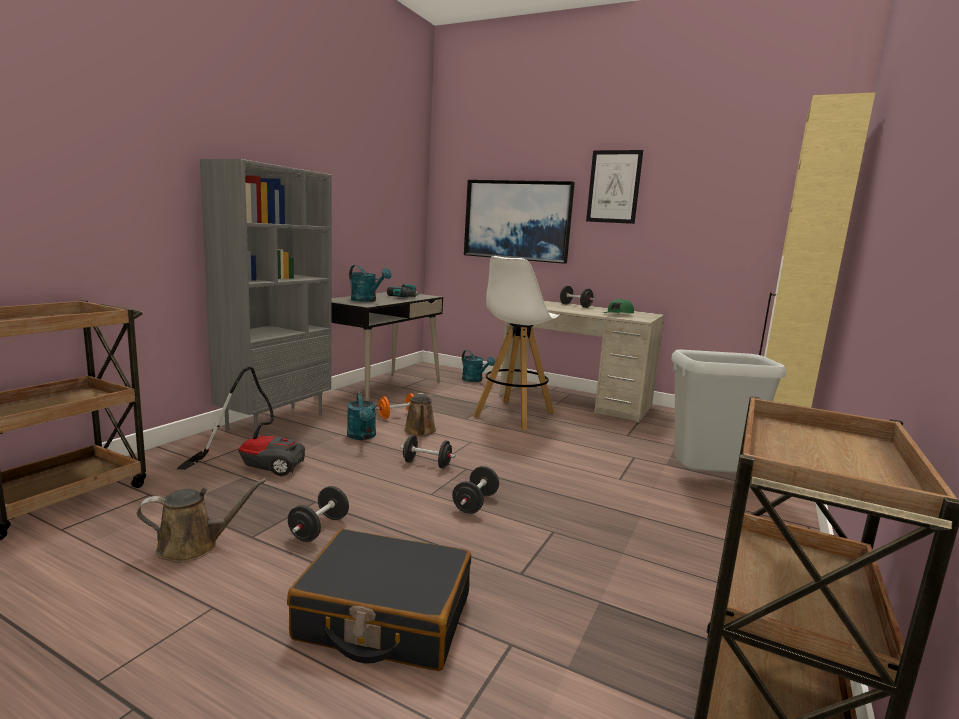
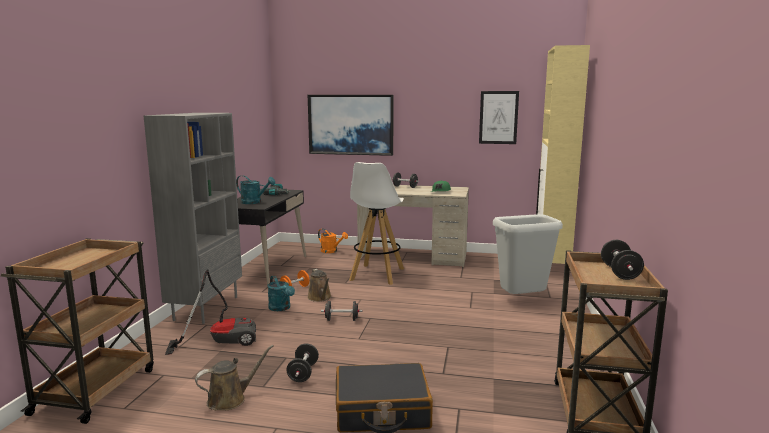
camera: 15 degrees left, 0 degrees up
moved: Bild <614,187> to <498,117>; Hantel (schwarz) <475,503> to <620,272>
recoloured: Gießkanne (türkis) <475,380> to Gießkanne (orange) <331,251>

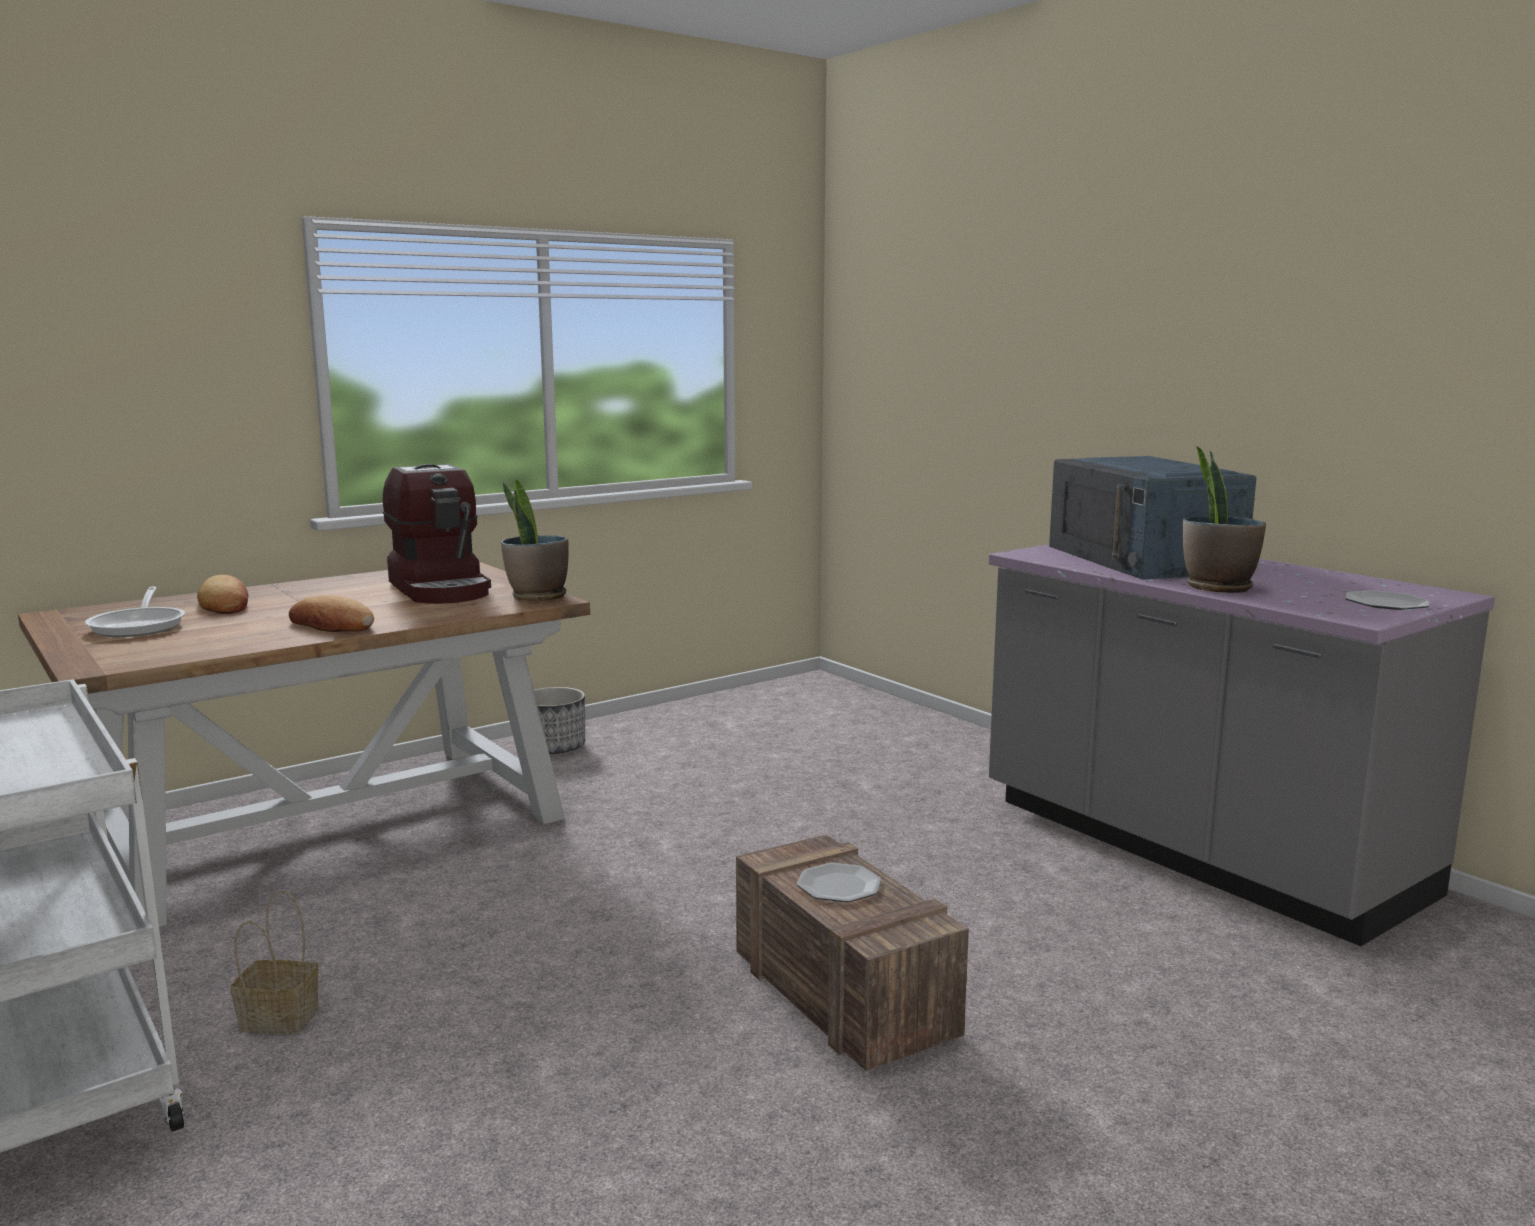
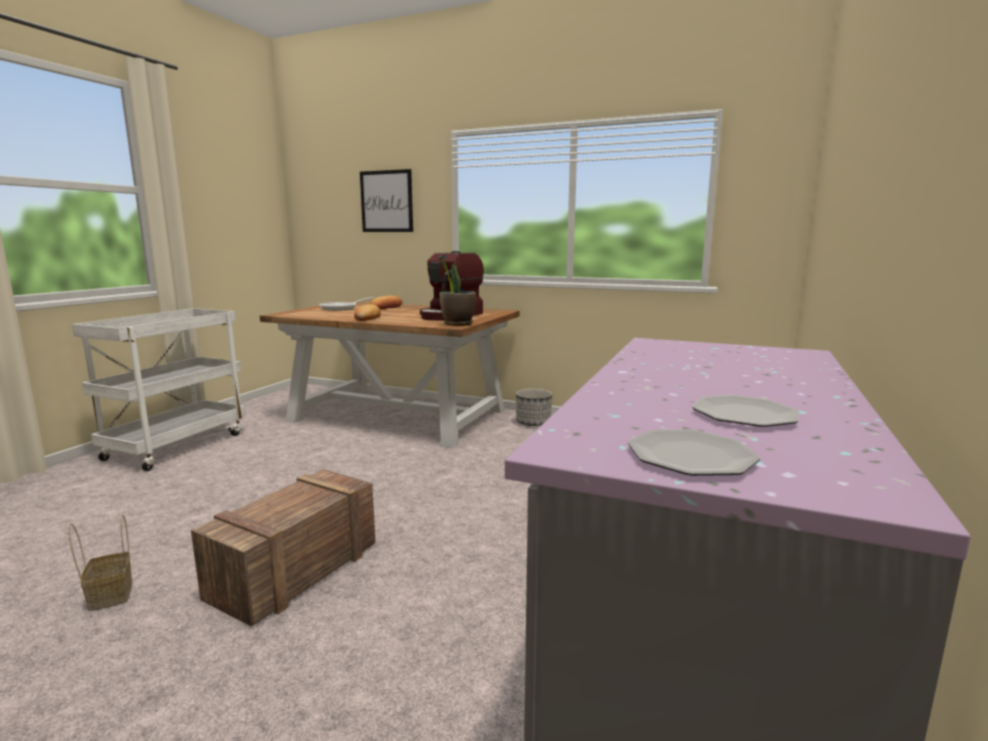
camera: 60 degrees right, 0 degrees up
removed: Mikrowelle (blau) <1144,559>; Topfpflanze <1217,587>
added: Bild <386,201>
moved: Korb <276,1020> to <110,594>; Teller <839,886> to <745,415>

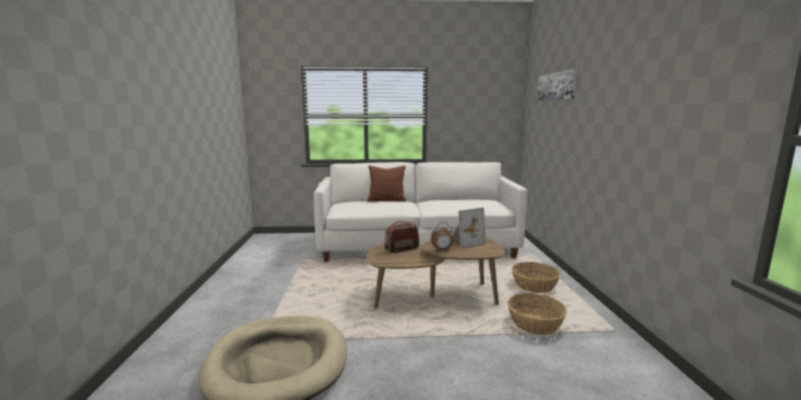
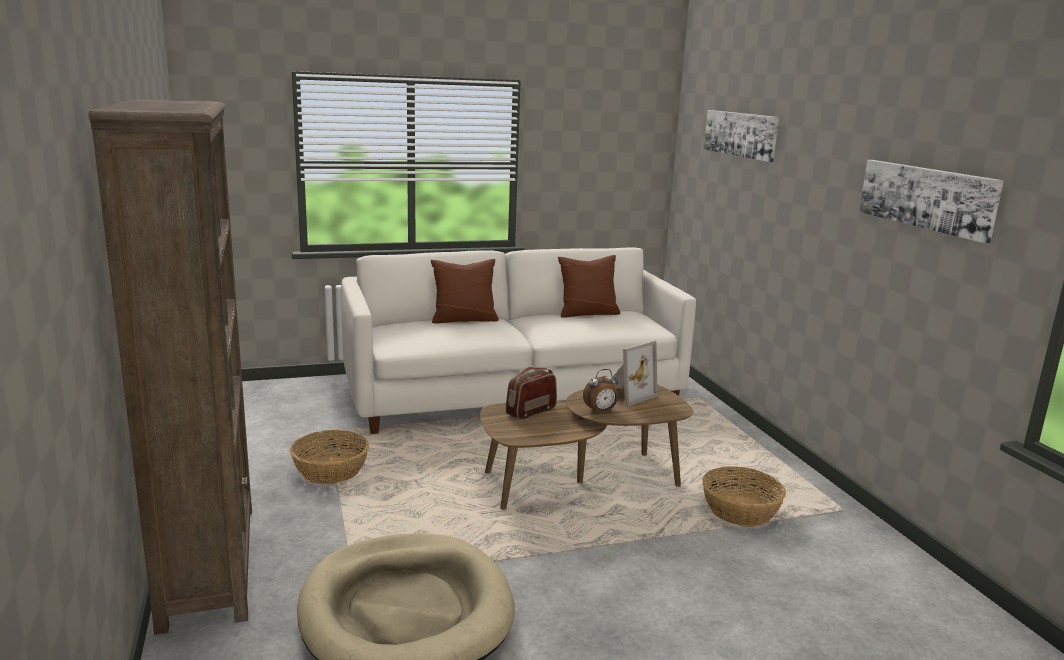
camera: 15 degrees left, 5 degrees up
added: Bücherregal (braun) <209,563>; Kissen (braun) <587,313>; Bild <927,197>
moved: Korb <534,286> to <330,471>

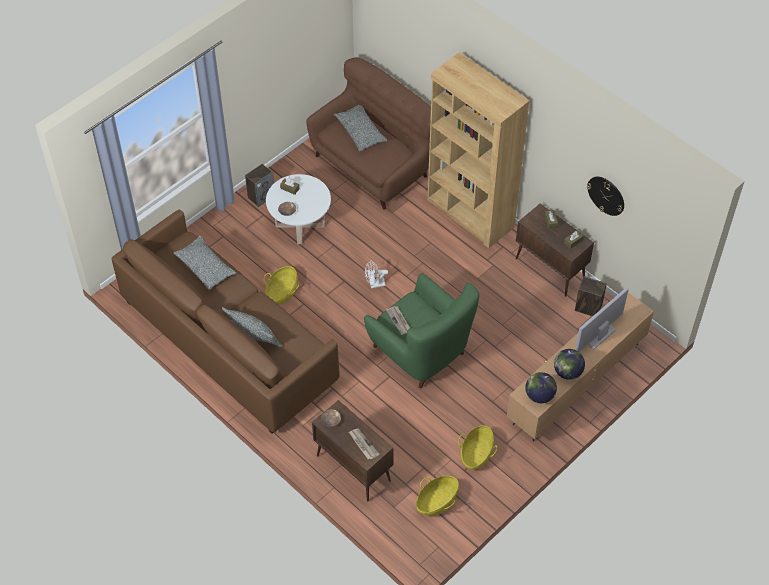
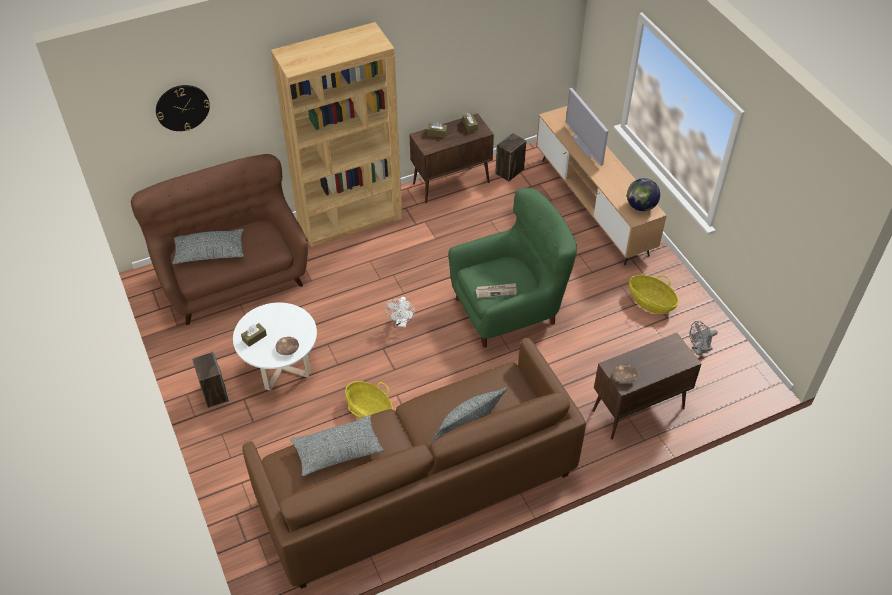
camera: 70 degrees left, 5 degrees down
removed: Zeitung <363,444>; Globus <567,372>
moved: Wanduhr <606,195> to <182,107>
replaced: Korb <437,501> to Ventilator (grau) <699,350>

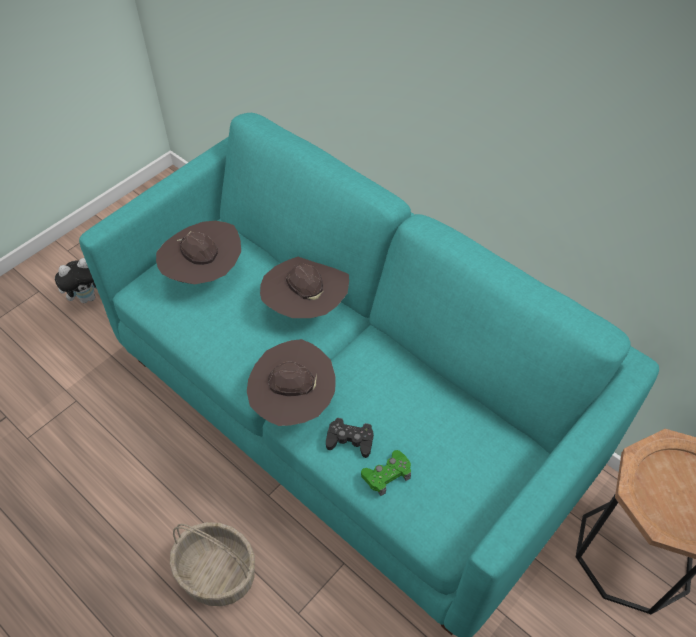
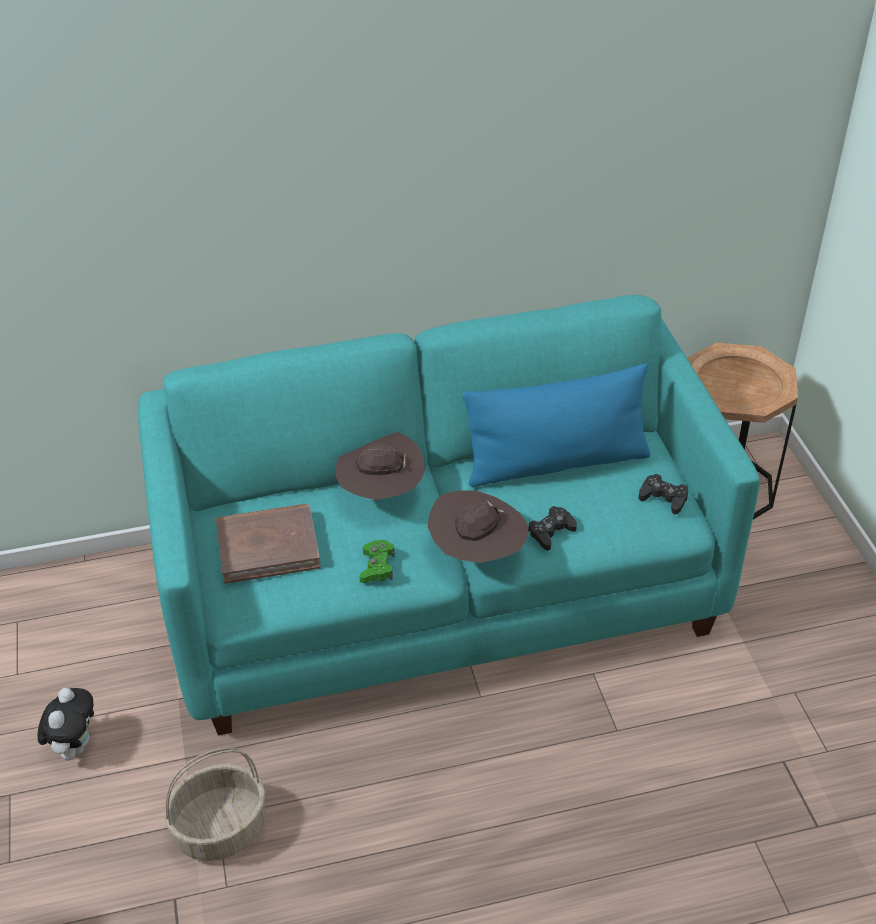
camera: 55 degrees left, 10 degrees down
added: Kissen (blau) <556,463>; Gamepad (schwarz) <663,498>
moved: Korb <218,573> to <221,828>; Gamepad (grün) <387,475> to <377,566>
replaced: Hut (braun) <204,274> to Buch (braun) <268,546>

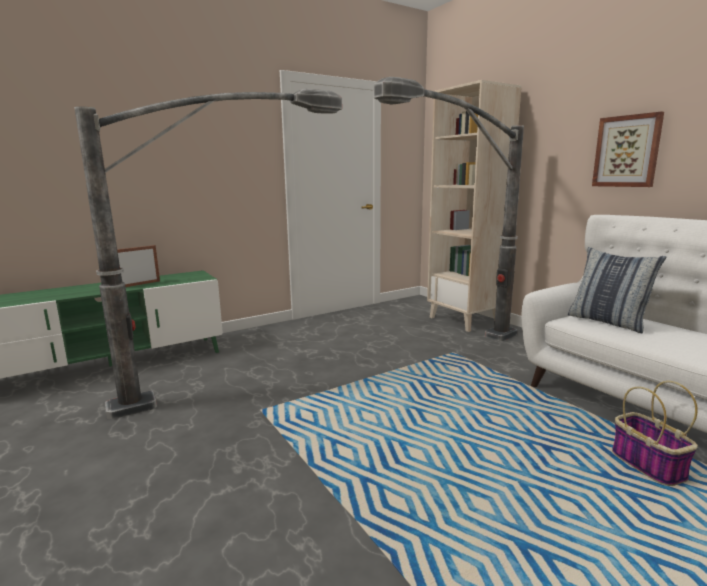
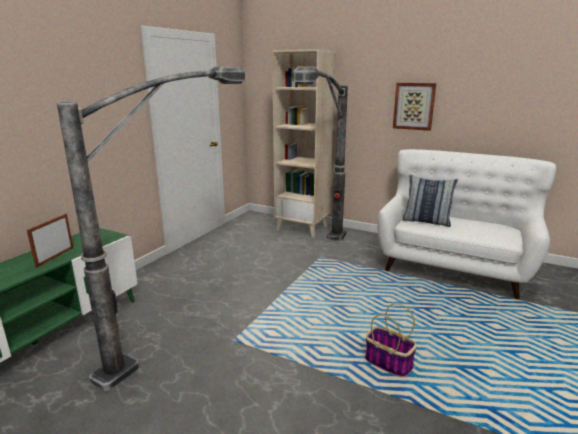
camera: 30 degrees left, 5 degrees up
moved: Korb <646,464> to <387,362>

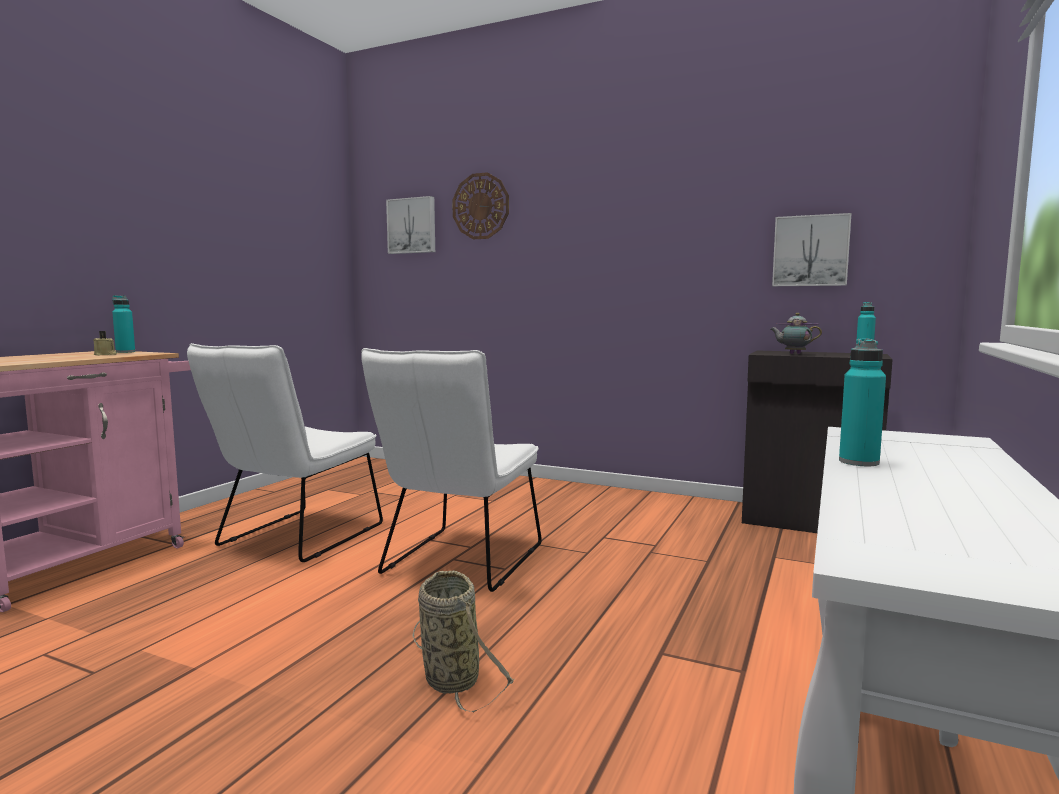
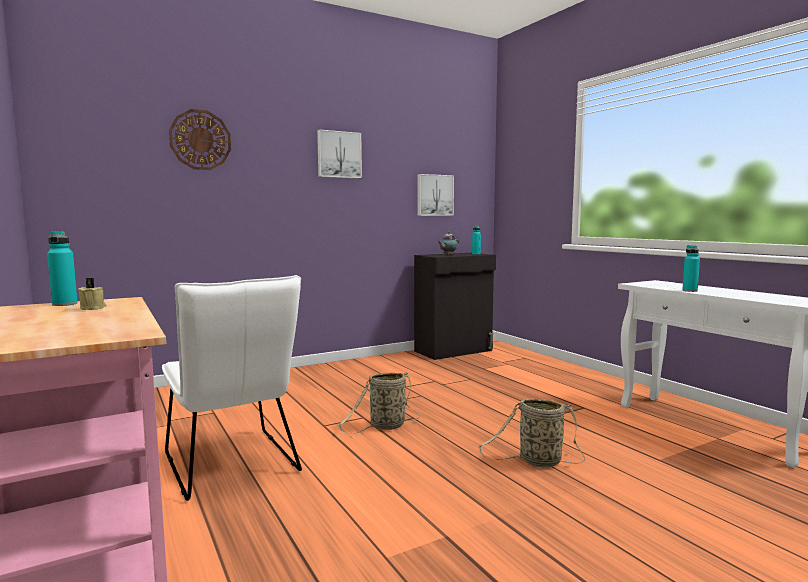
camera: 55 degrees left, 0 degrees up
moved: Bild <412,226> to <338,155>
replaced: Stuhl (weiß) <458,563> to Korb <385,426>

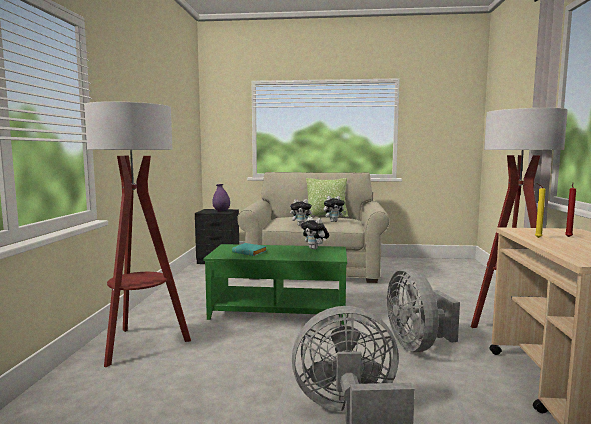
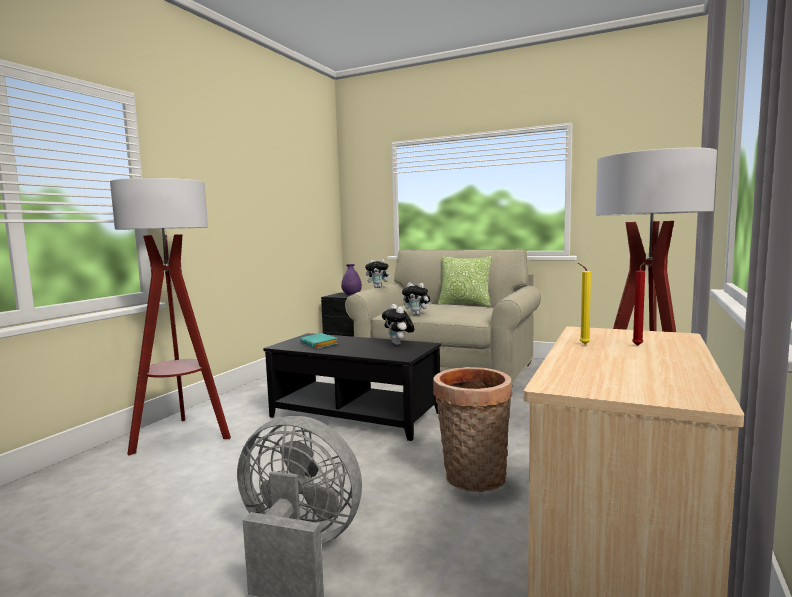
camera: 20 degrees right, 0 degrees up
moved: Plüschtier <333,221> to <378,287>
replaced: Ventilator (grau) <417,346> to Korb <473,480>
recoloured: Couchtisch (grün) <279,309> to Couchtisch (schwarz) <355,414>

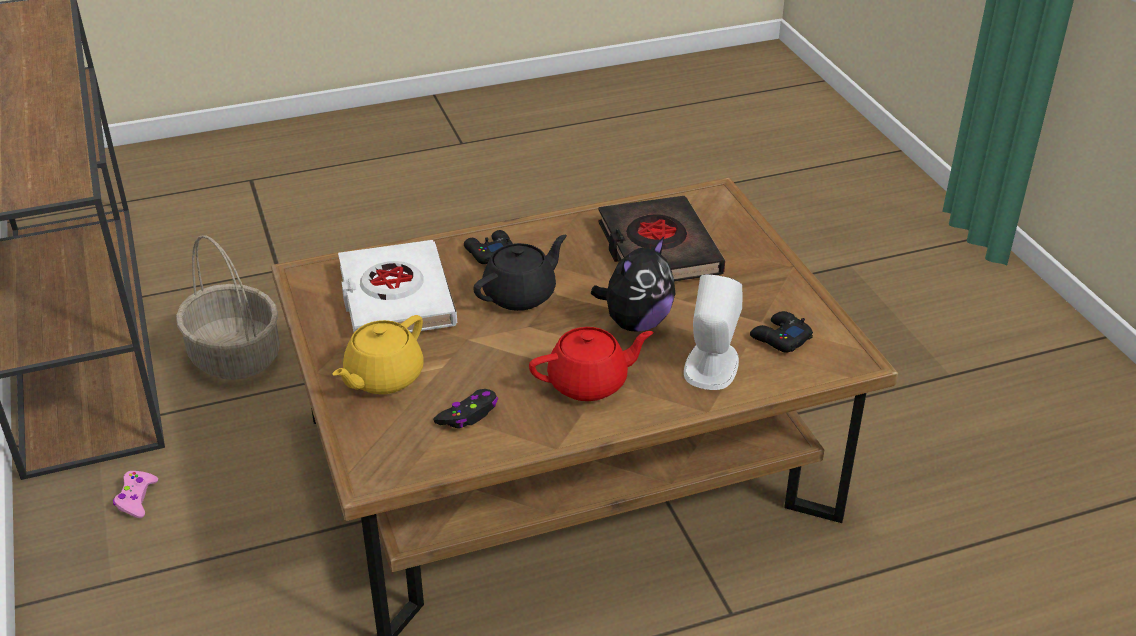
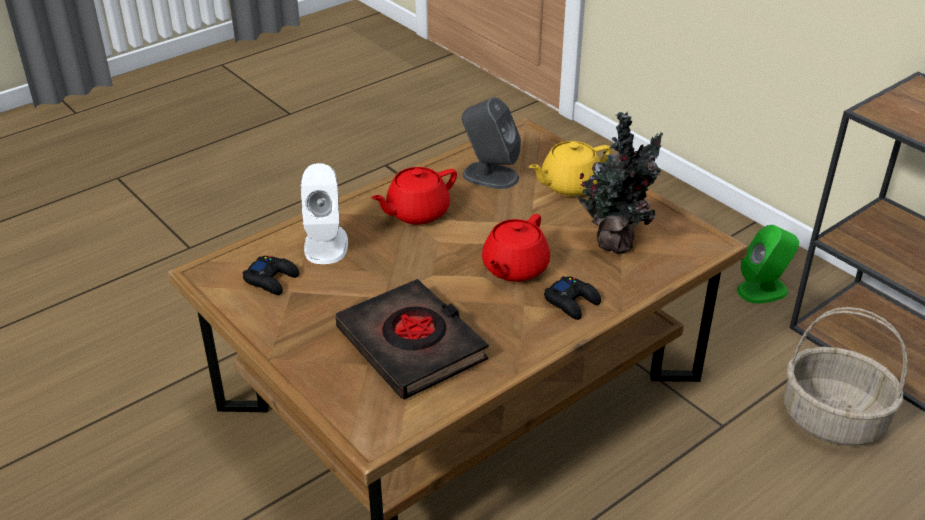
camera: 160 degrees right, 0 degrees up
removed: Plüschtier <635,322>
replaced: Gamepad (schwarz) <469,415> to Lautsprecher (grau) <489,176>; Buch (weiß) <396,298> to Topfpflanze <615,241>; Gamepad (rosa) <136,499> to Lautsprecher (grün) <763,290>
recoloured: Teekanne (schwarz) <521,295> to Teekanne (rot) <514,268>
turned: Teekanne (gelb) <383,377> = <569,185> 135 degrees counterclockwise

